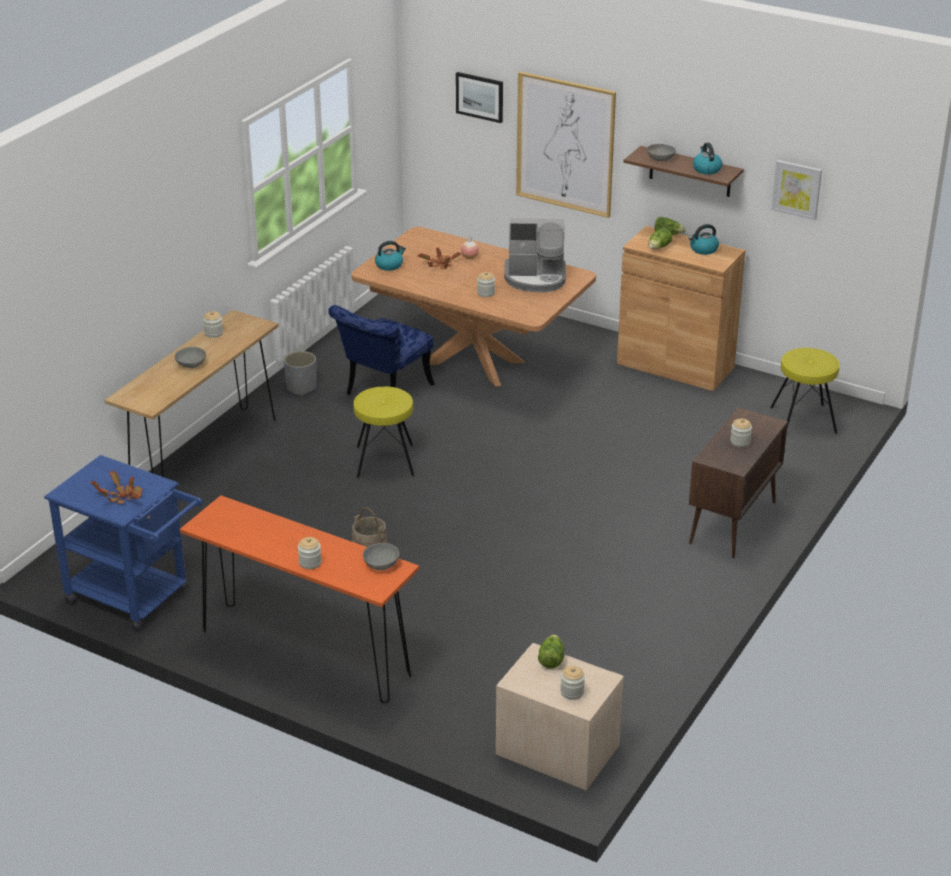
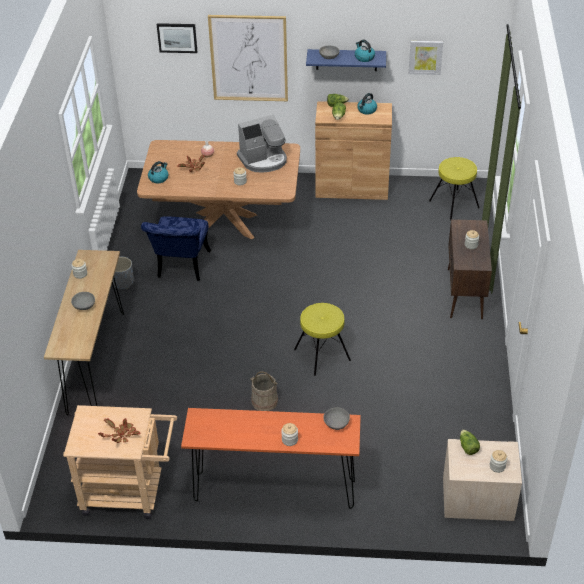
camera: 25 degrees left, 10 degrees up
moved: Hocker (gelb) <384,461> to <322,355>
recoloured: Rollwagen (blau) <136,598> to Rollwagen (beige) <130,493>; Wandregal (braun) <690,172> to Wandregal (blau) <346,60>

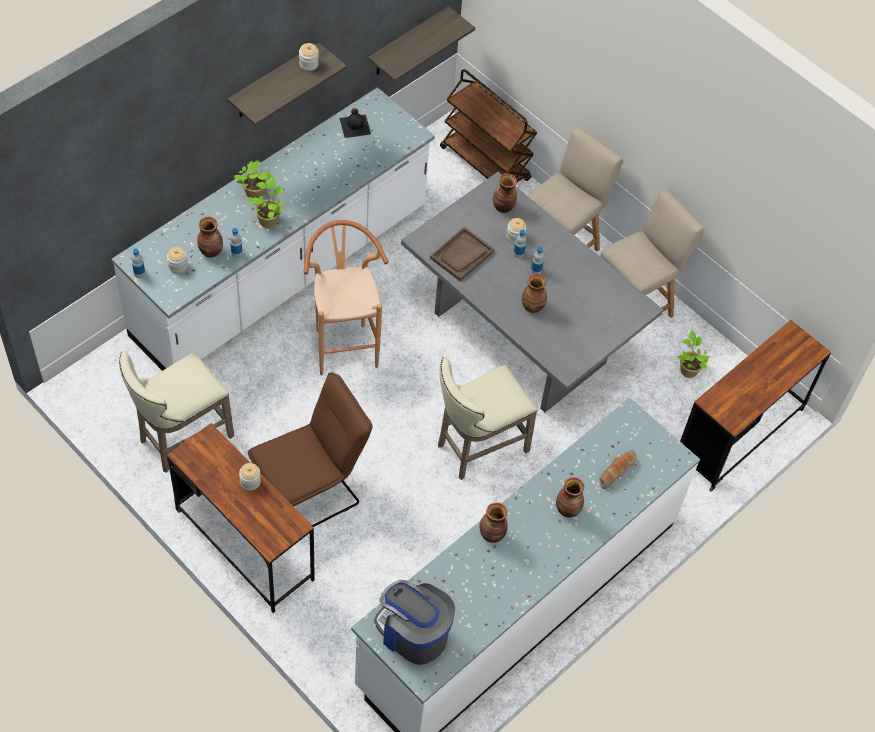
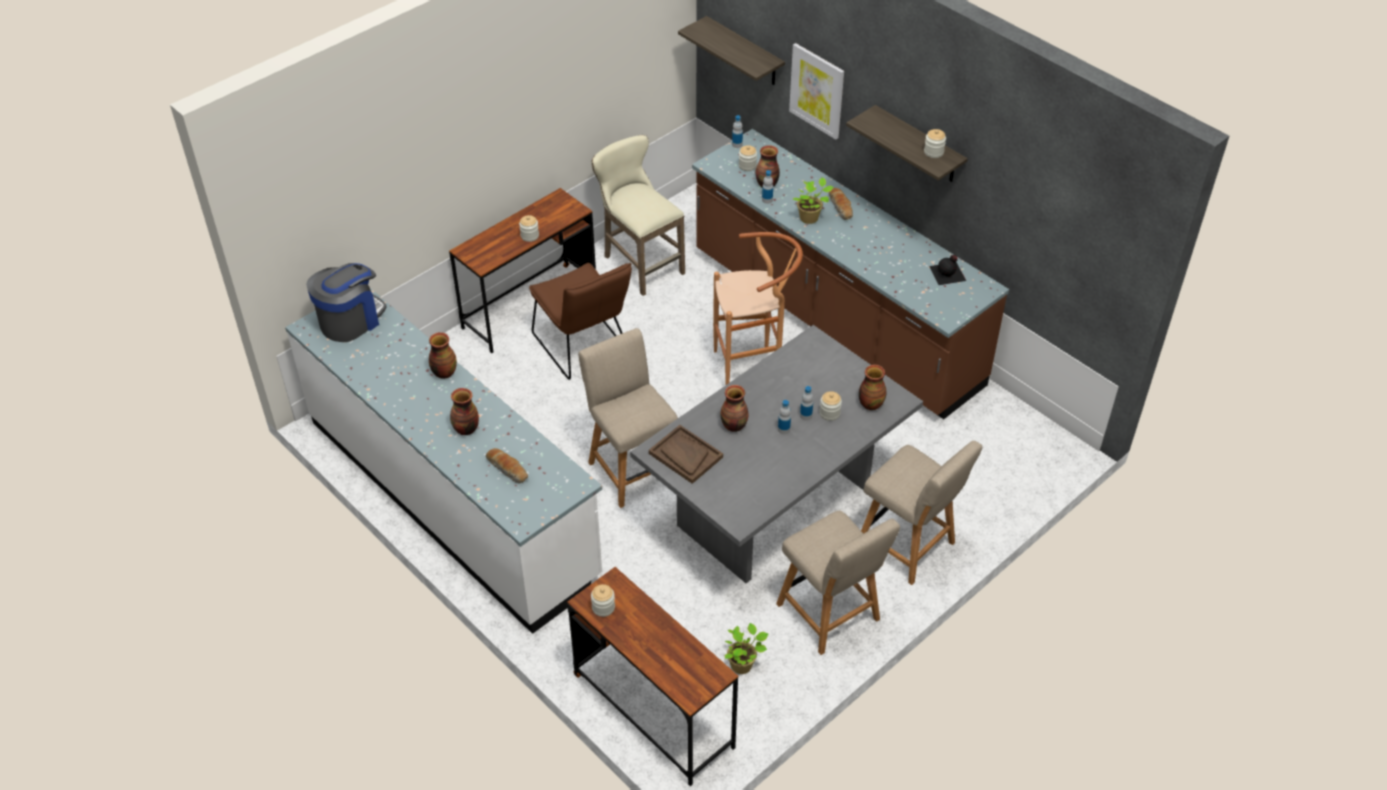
camera: 95 degrees right, 10 degrees down
removed: Rollwagen (braun) <485,164>
added: Vorratsglas <603,607>; Bild <817,90>
moved: Tablett (braun) <462,255> to <685,455>; Wandregal <408,42> to <744,52>
replaced: Hocker (beige) <477,447> to Stuhl (beige) <632,468>; Topfpflanze <254,194> to Brot <841,208>
recoloured: Küchenzeile (weiß) <282,273> to Küchenzeile (braun) <834,319>

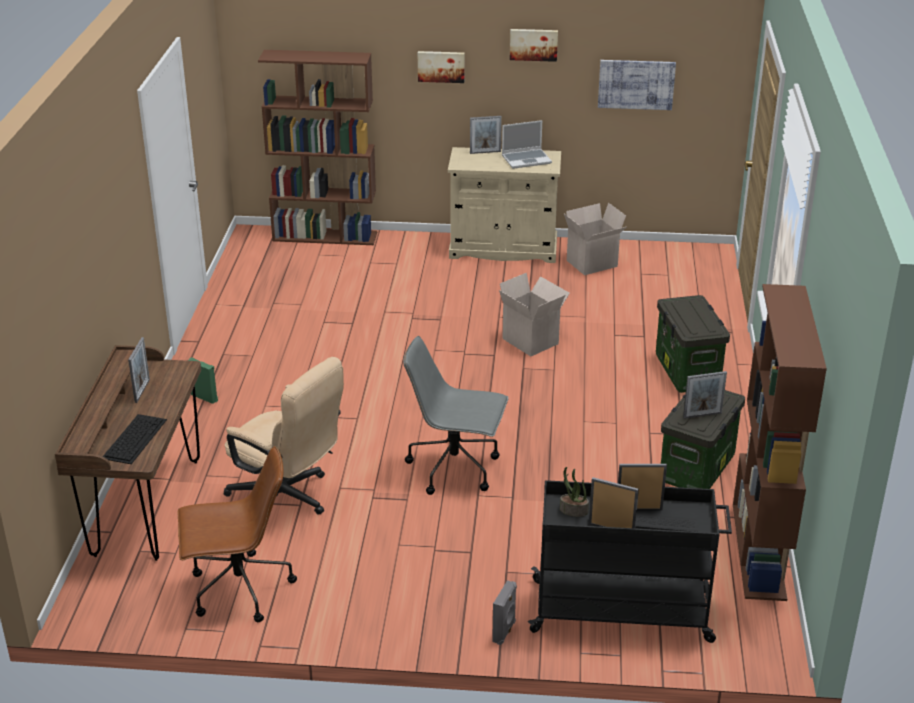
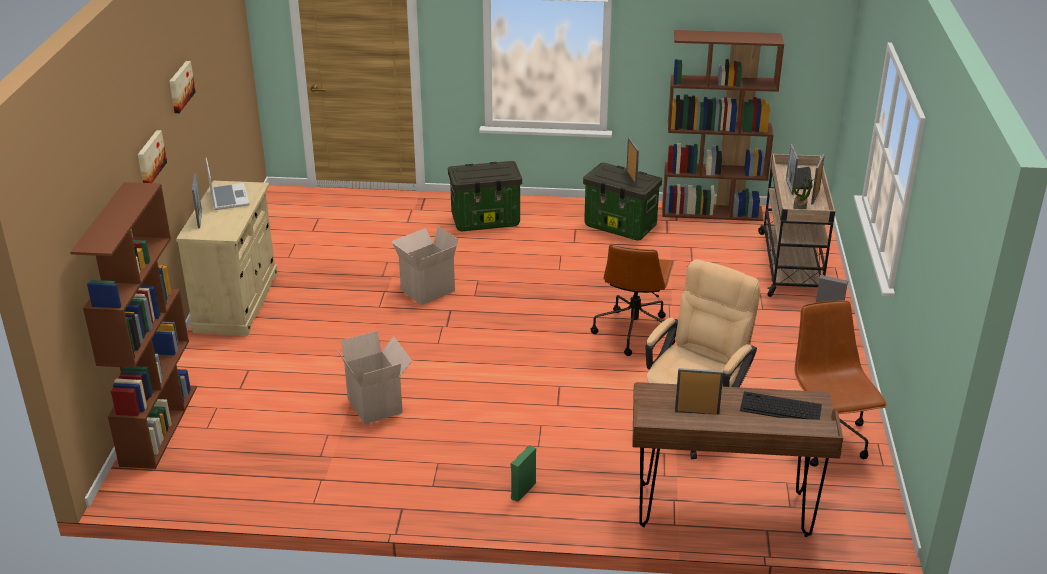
camera: 90 degrees left, 0 degrees up
removed: Bild <636,84>
moved: Karton <592,264> to <377,405>
recoloured: Bürostuhl (grau) <455,468> to Bürostuhl (braun) <633,331>; Rollwagen (schwarz) <623,611> to Rollwagen (beige) <790,264>

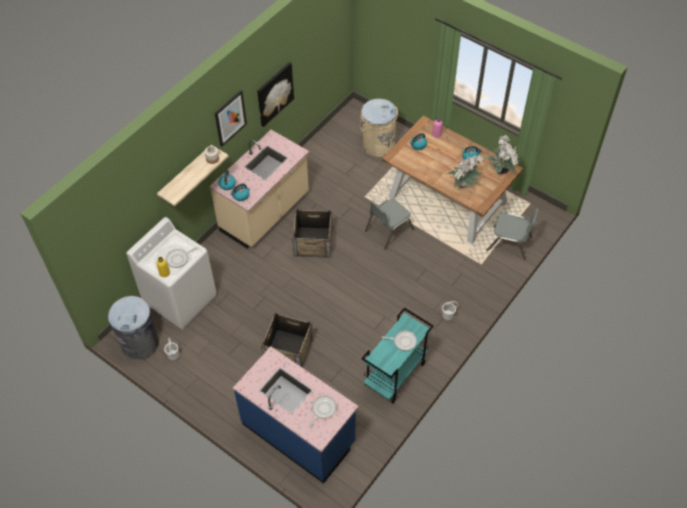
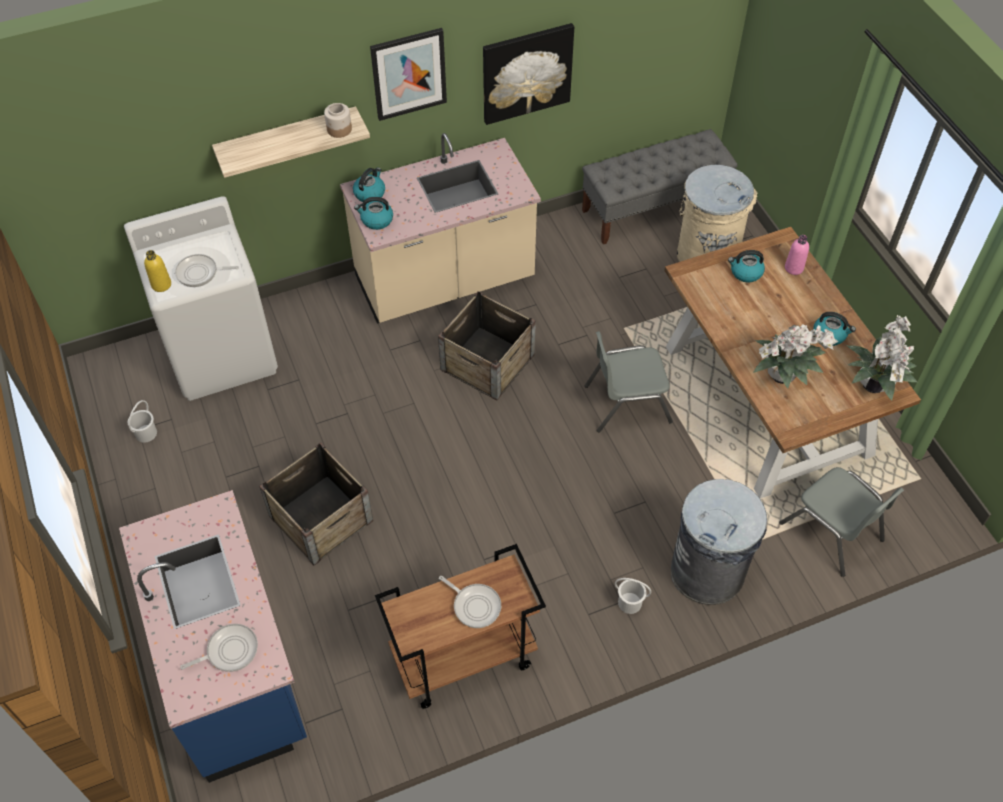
camera: 30 degrees right, 0 degrees up
added: Bank (grau) <654,208>
moved: Mülleimer (grau) <140,343> to <708,571>
recoloured: Rollwagen (türkis) <395,375> to Rollwagen (braun) <462,659>

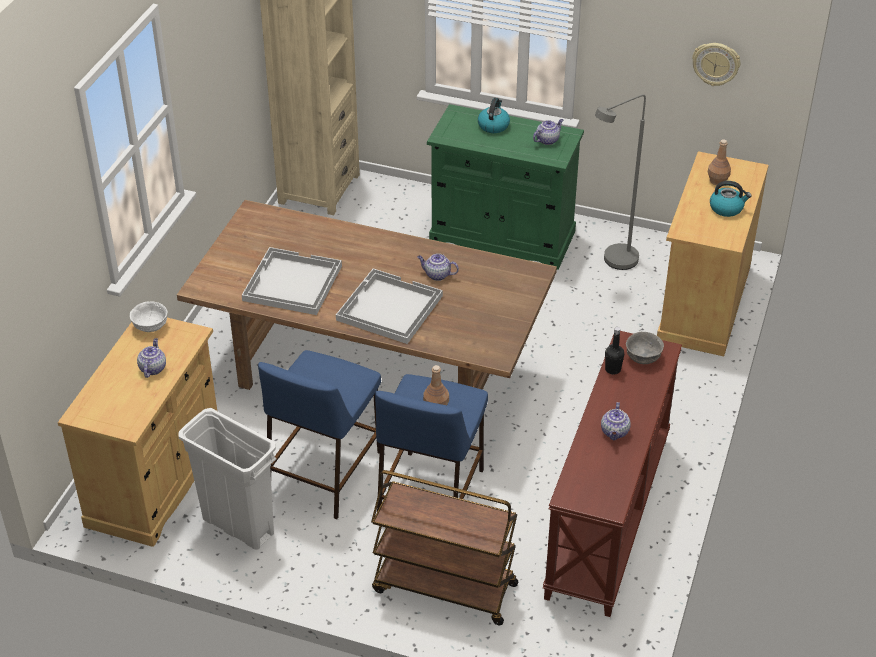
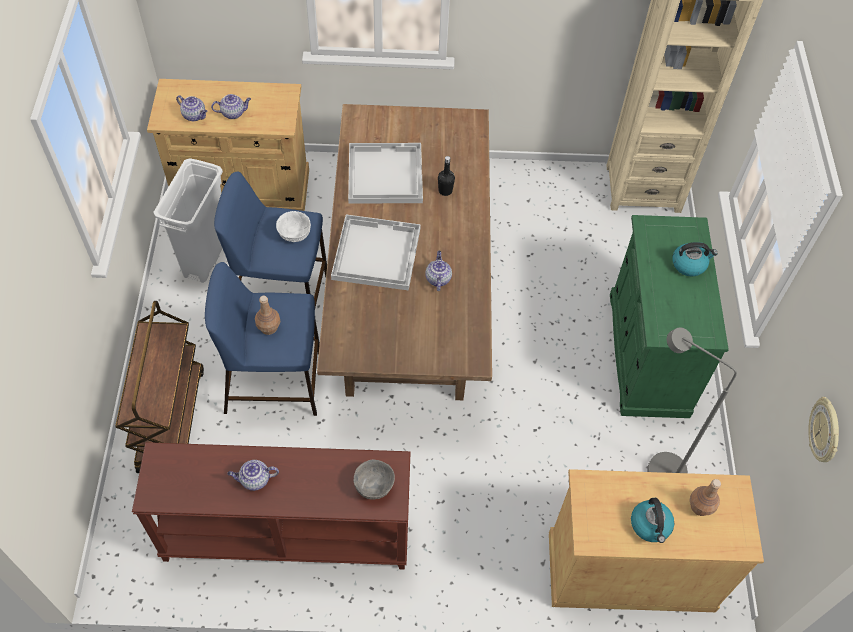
camera: 70 degrees right, 15 degrees up
moved: Teekanne <547,140> to <195,115>; Schüssel (weiß) <150,326> to <294,234>; Flasche (schwarz) <613,369> to <445,191>

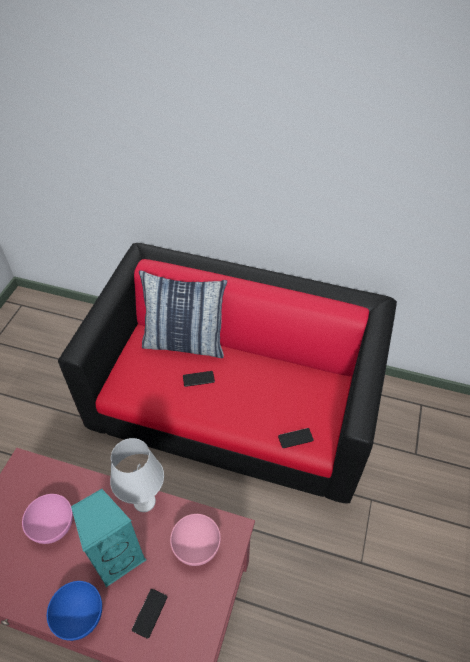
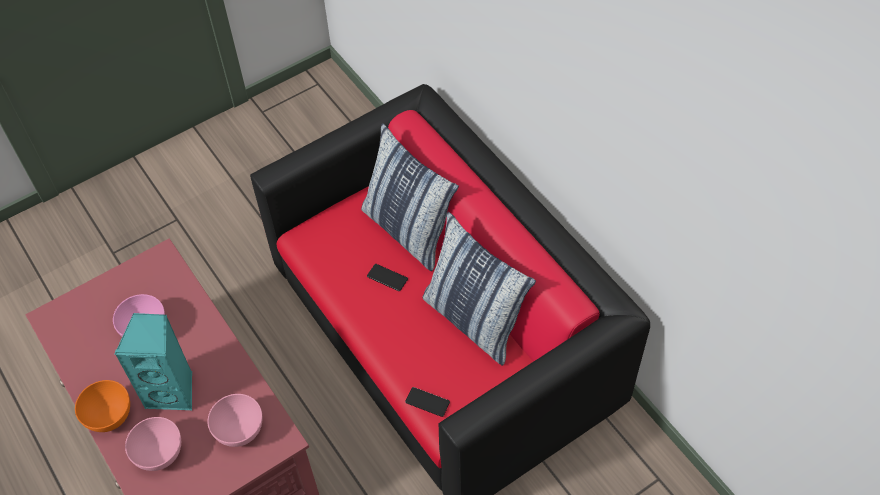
camera: 40 degrees right, 5 degrees up
removed: Tischlampe (weiß) <144,501>
added: Kissen <474,320>
replaced: Handy <150,613> to Schüssel (rosa) <160,454>
recoloured: Schüssel (blau) <80,616> to Schüssel (orange) <109,416>

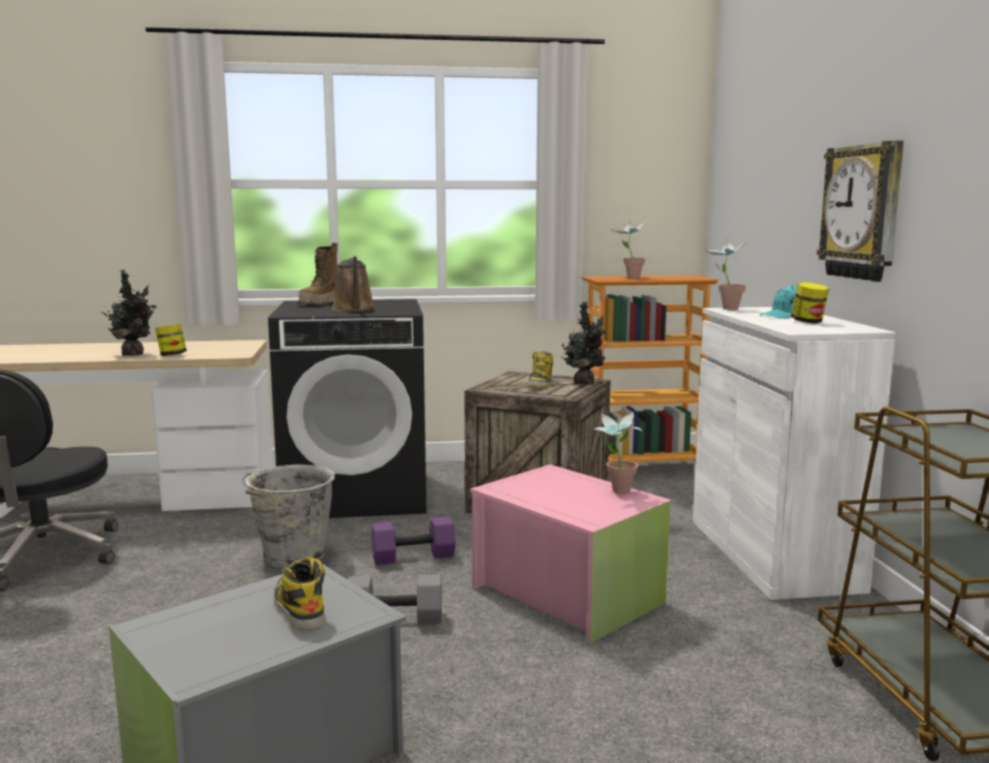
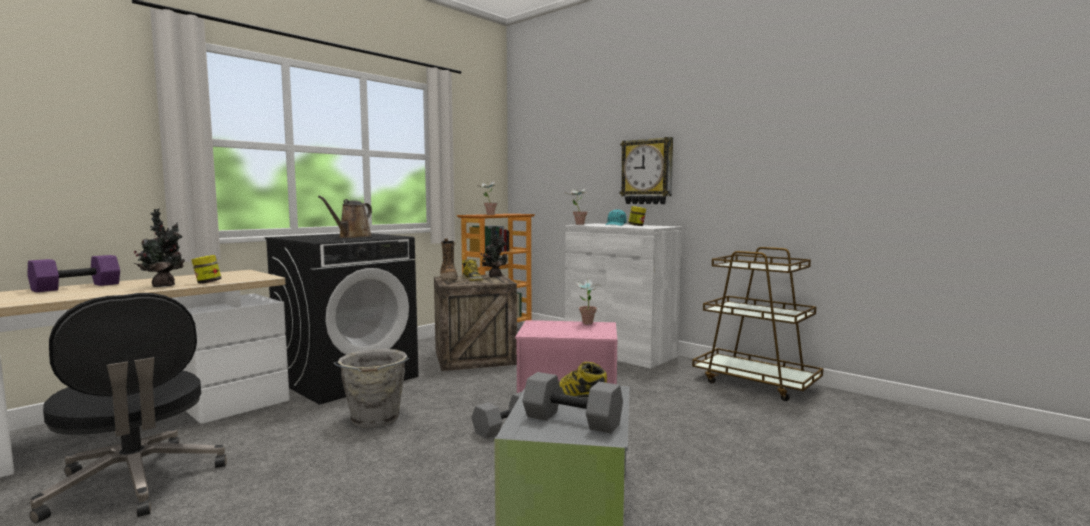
camera: 40 degrees left, 5 degrees down
added: Hantel (grau) <571,421>
moved: Hantel (lila) <412,557> to <76,287>; Stiefel <320,303> to <448,279>
turned: Gießkanne (braun) <354,309> = <352,237> 75 degrees clockwise

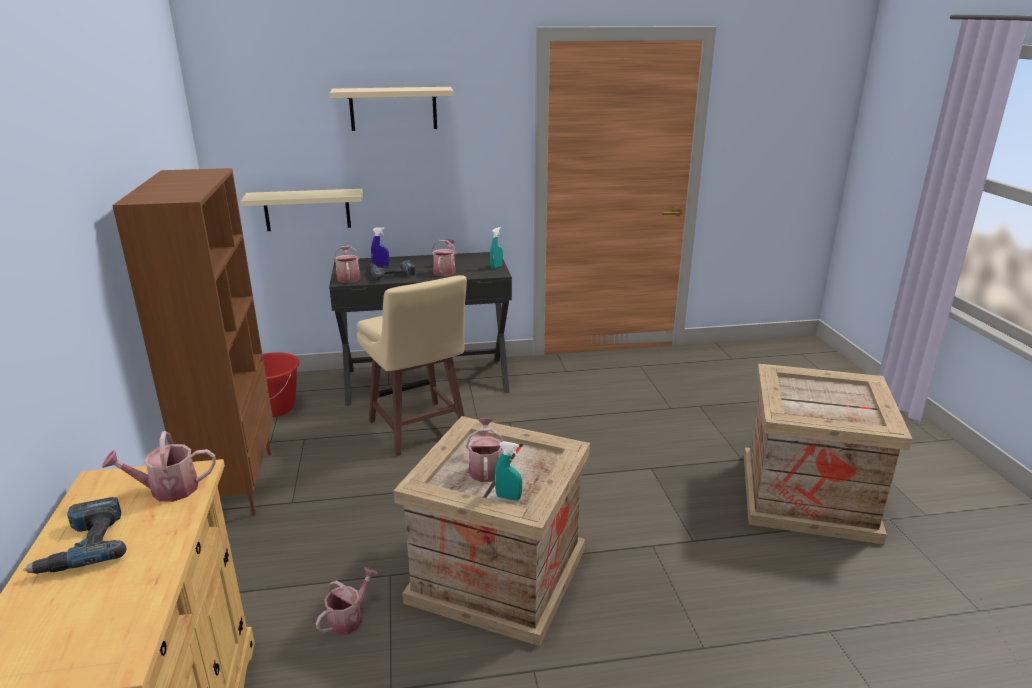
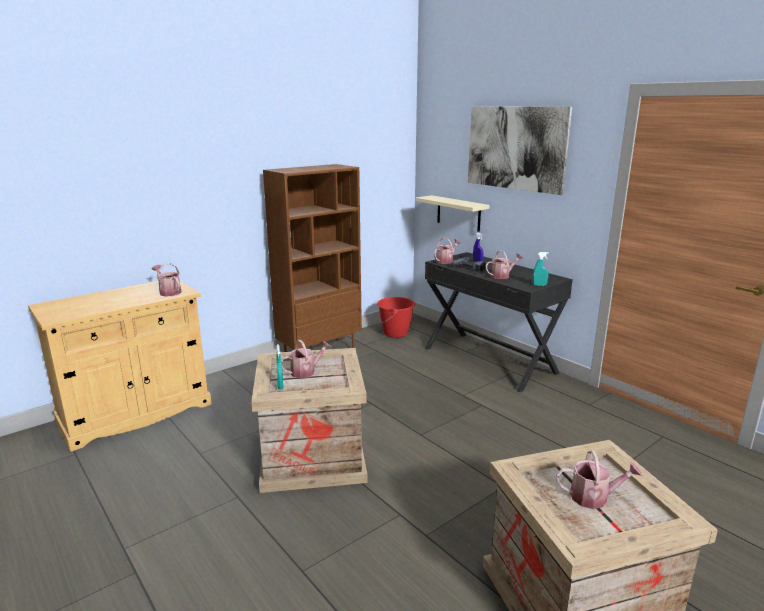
camera: 60 degrees right, 5 degrees down
removed: Bohrmaschine <83,545>; Hocker (beige) <418,429>
moved: Gießkanne <349,618> to <594,497>
replaced: Wandregal (beige) <393,108> to Bild <515,148>

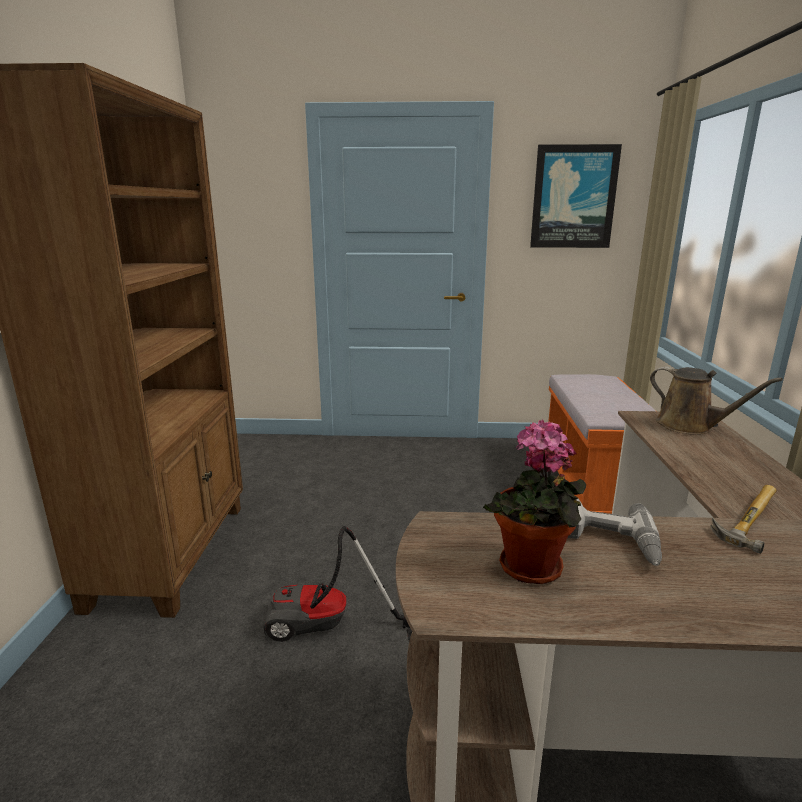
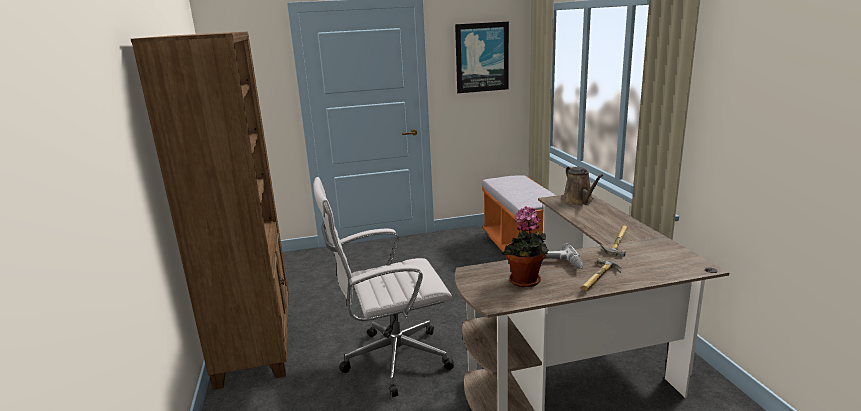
camera: 15 degrees left, 0 degrees up
added: Hammer <601,279>
replaced: Staubsauger <328,629> to Bürostuhl (weiß) <391,360>
turned: Gießkanne (braun) <690,426> = <579,201> 45 degrees clockwise

